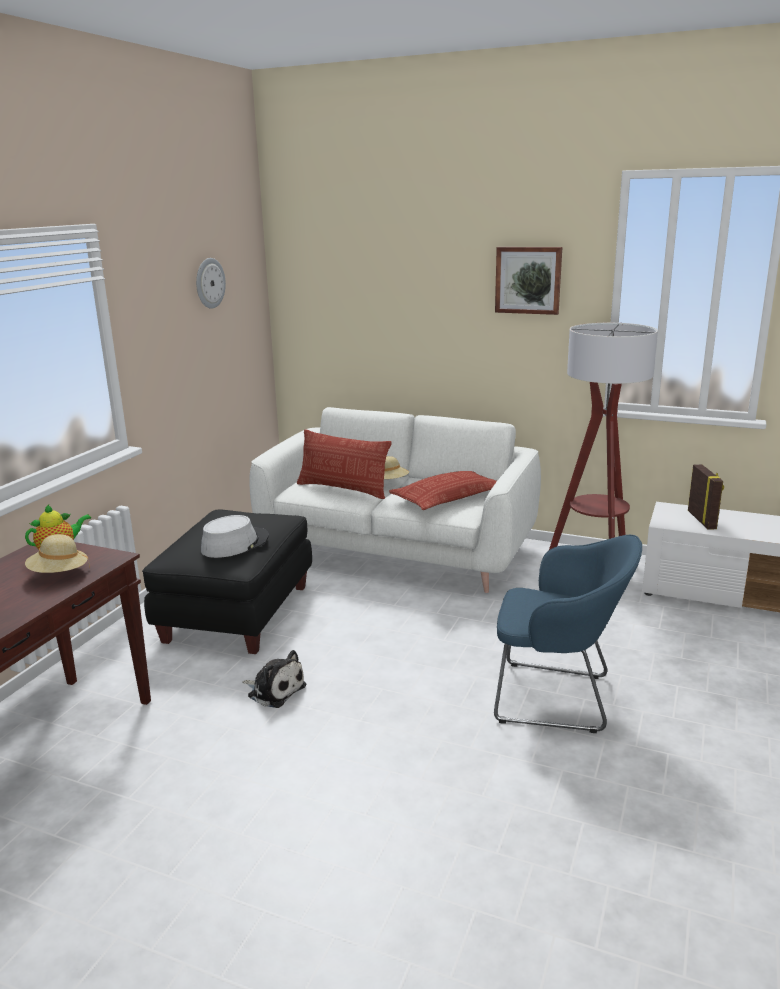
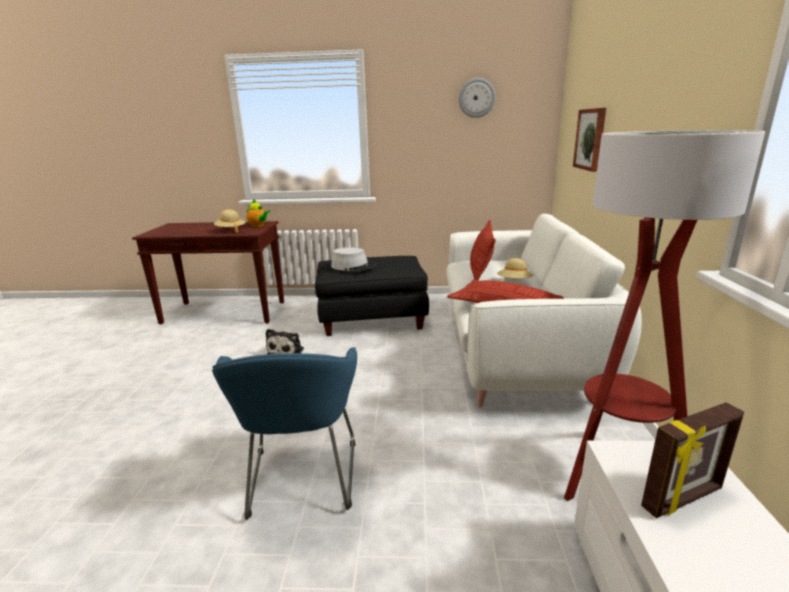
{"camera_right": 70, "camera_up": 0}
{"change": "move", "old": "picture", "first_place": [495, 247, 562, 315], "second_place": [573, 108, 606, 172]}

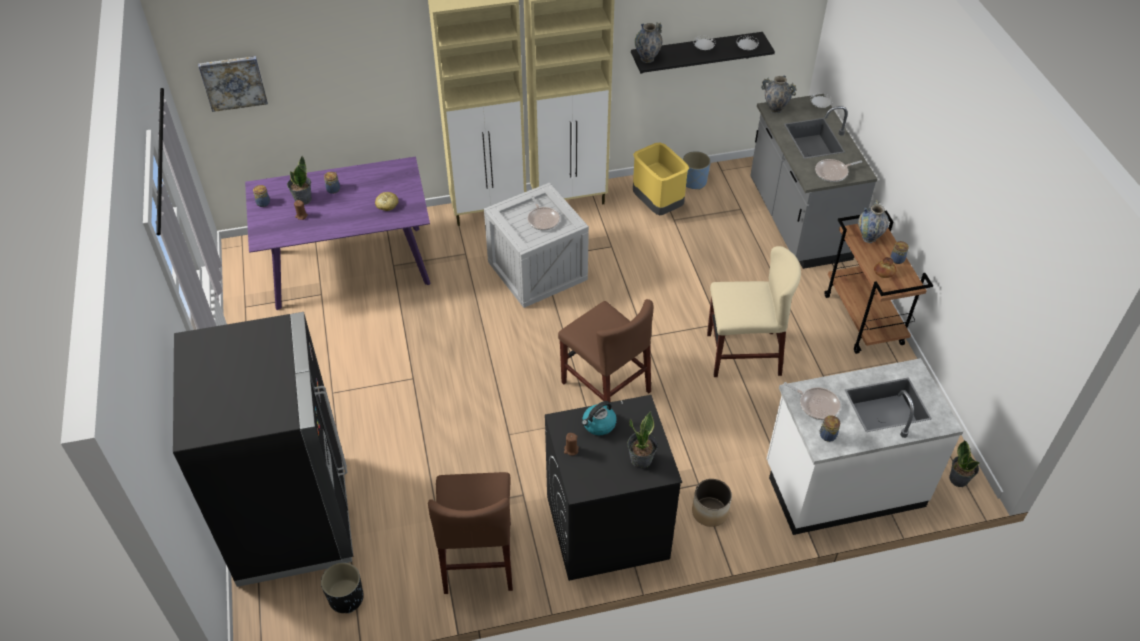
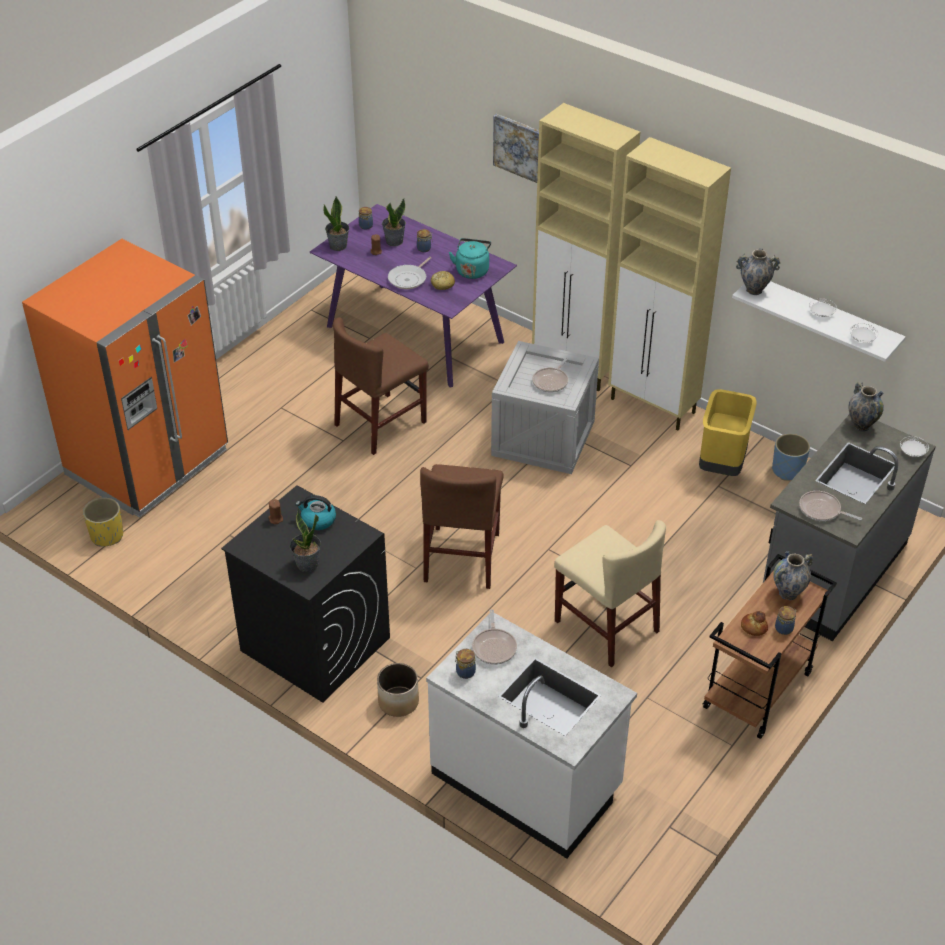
{"camera_right": 50, "camera_up": -5}
{"change": "recolor", "old": "blackish_kitchen_fridge", "new": "orangey_kitchen_fridge", "first_place": [173, 312, 353, 587], "second_place": [22, 239, 228, 518]}
{"change": "move", "old": "picture", "first_place": [198, 56, 268, 112], "second_place": [493, 114, 539, 183]}
{"change": "recolor", "old": "blackish_flower_pot", "new": "yellow-coloured_flower_pot", "first_place": [321, 562, 364, 613], "second_place": [83, 497, 123, 546]}
{"change": "move", "old": "brownish_plain_chair", "first_place": [428, 472, 513, 594], "second_place": [333, 317, 429, 455]}
{"change": "recolor", "old": "blackish_shelf", "new": "white-coloured_shelf", "first_place": [631, 32, 775, 74], "second_place": [732, 281, 906, 362]}
{"change": "move", "old": "potted_plant", "first_place": [949, 440, 979, 487], "second_place": [324, 196, 349, 251]}
{"change": "insert", "new": "pan", "second_place": [388, 257, 431, 289]}
{"change": "insert", "new": "turquoise_kettle", "second_place": [449, 238, 491, 279]}

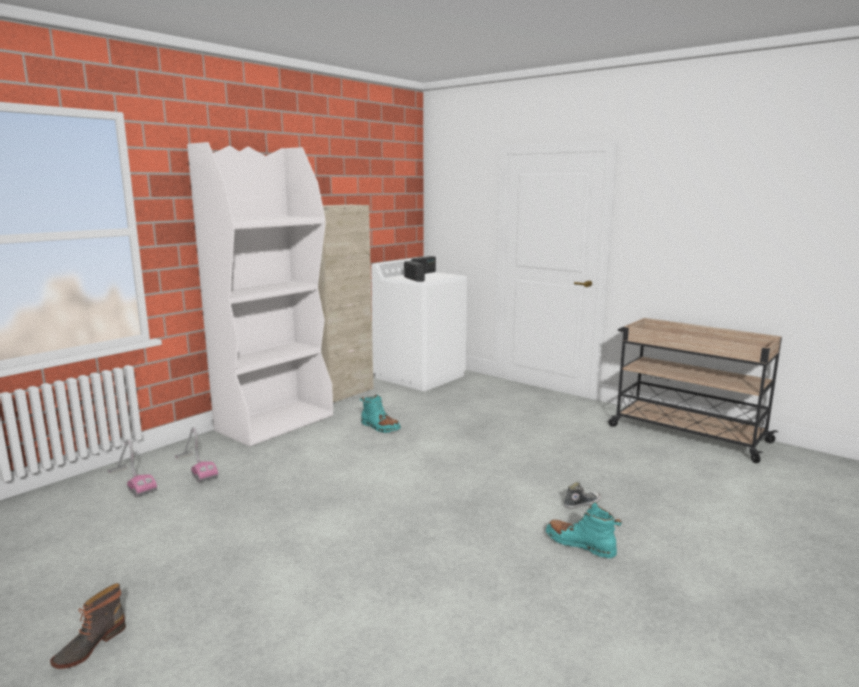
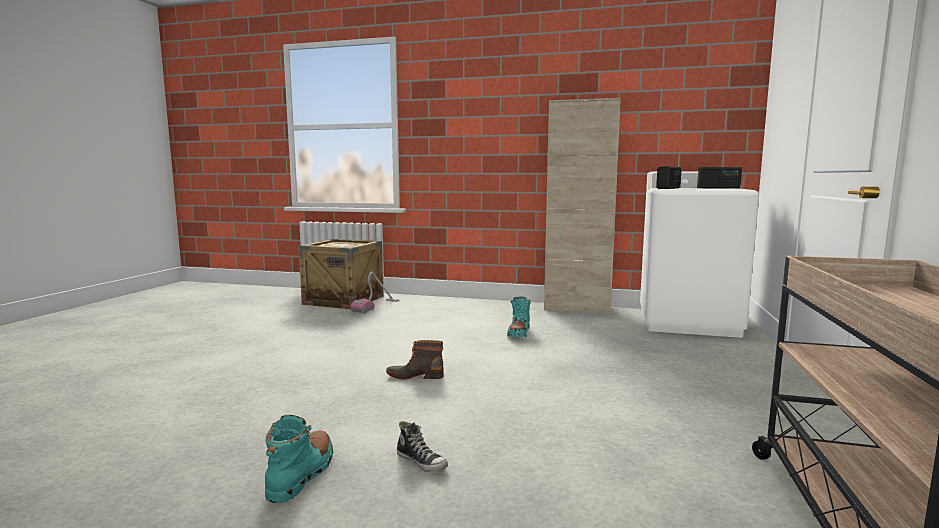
{"camera_right": 65, "camera_up": -5}
{"change": "move", "old": "high-top_boot", "first_place": [50, 583, 126, 669], "second_place": [386, 340, 444, 380]}
{"change": "replace", "old": "hoover", "new": "shipping_crate", "first_place": [107, 439, 157, 497], "second_place": [299, 239, 384, 309]}
{"change": "delete", "old": "white-coloured_bookshelf", "first_place": [187, 142, 333, 447]}

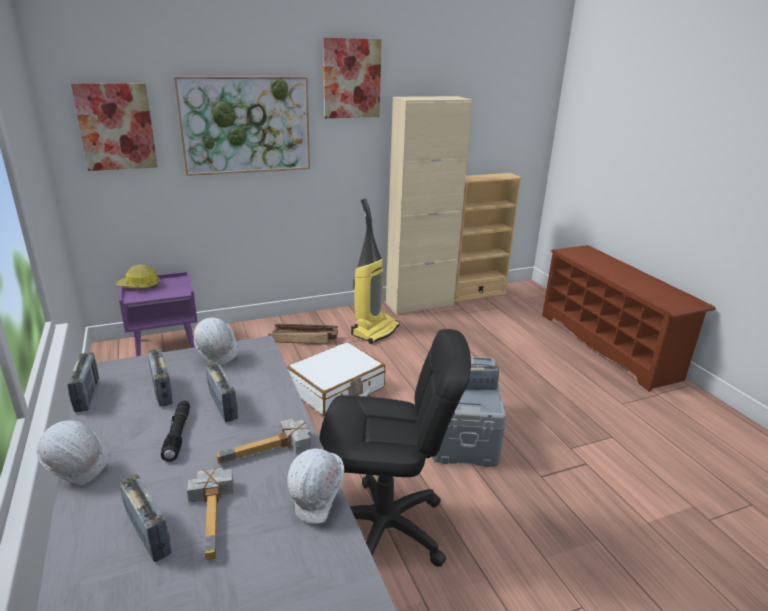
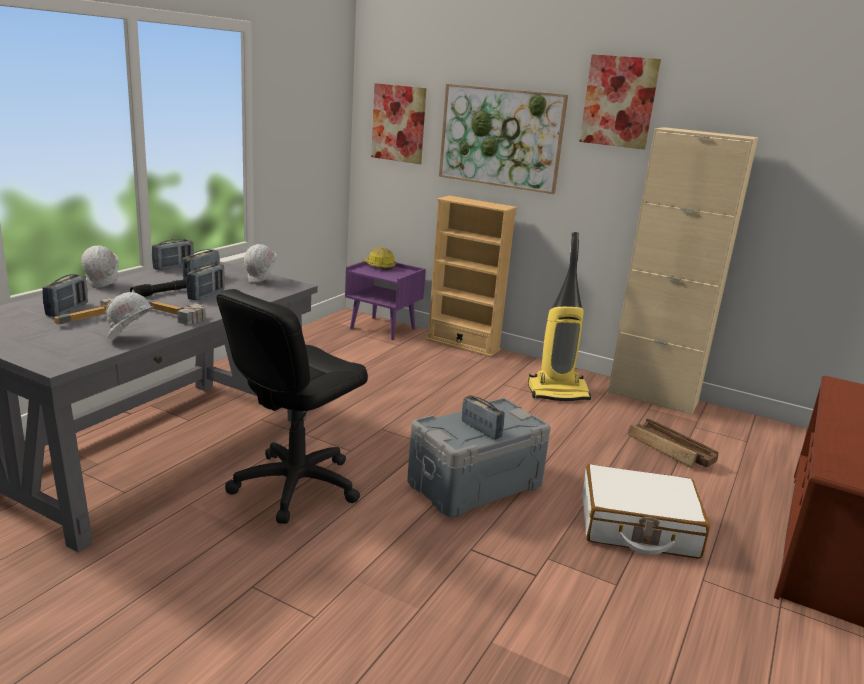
{"camera_right": 50, "camera_up": -5}
{"change": "move", "old": "shipping_crate", "first_place": [268, 324, 338, 345], "second_place": [628, 419, 719, 468]}
{"change": "move", "old": "white-coloured_suitcase", "first_place": [287, 342, 385, 416], "second_place": [582, 464, 710, 559]}
{"change": "rotate", "old": "blackish_computer_chair", "first_place": [319, 329, 471, 567], "second_place": [216, 289, 368, 524], "degrees": 75}
{"change": "move", "old": "sand-coloured_bookshelf", "first_place": [454, 173, 523, 302], "second_place": [426, 196, 517, 357]}

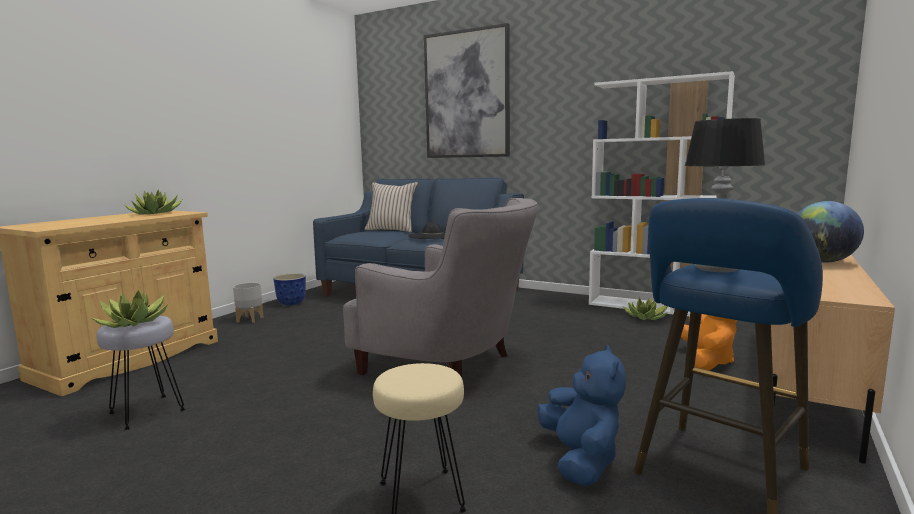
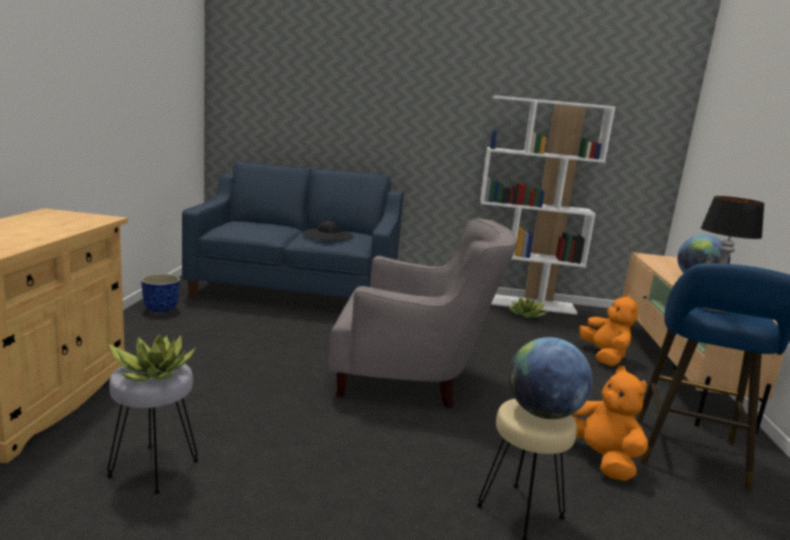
{"camera_right": -25, "camera_up": 5}
{"change": "delete", "old": "potted_plant", "first_place": [125, 189, 183, 215]}
{"change": "delete", "old": "gray_flower_pot", "first_place": [233, 282, 264, 323]}
{"change": "delete", "old": "sand-coloured_cushion", "first_place": [365, 182, 418, 233]}
{"change": "delete", "old": "picture", "first_place": [424, 23, 510, 158]}
{"change": "recolor", "old": "blue_cuddly_toy", "new": "orangey_cuddly_toy", "first_place": [537, 345, 626, 487], "second_place": [572, 366, 648, 481]}
{"change": "insert", "new": "world_globe", "second_place": [509, 337, 592, 419]}

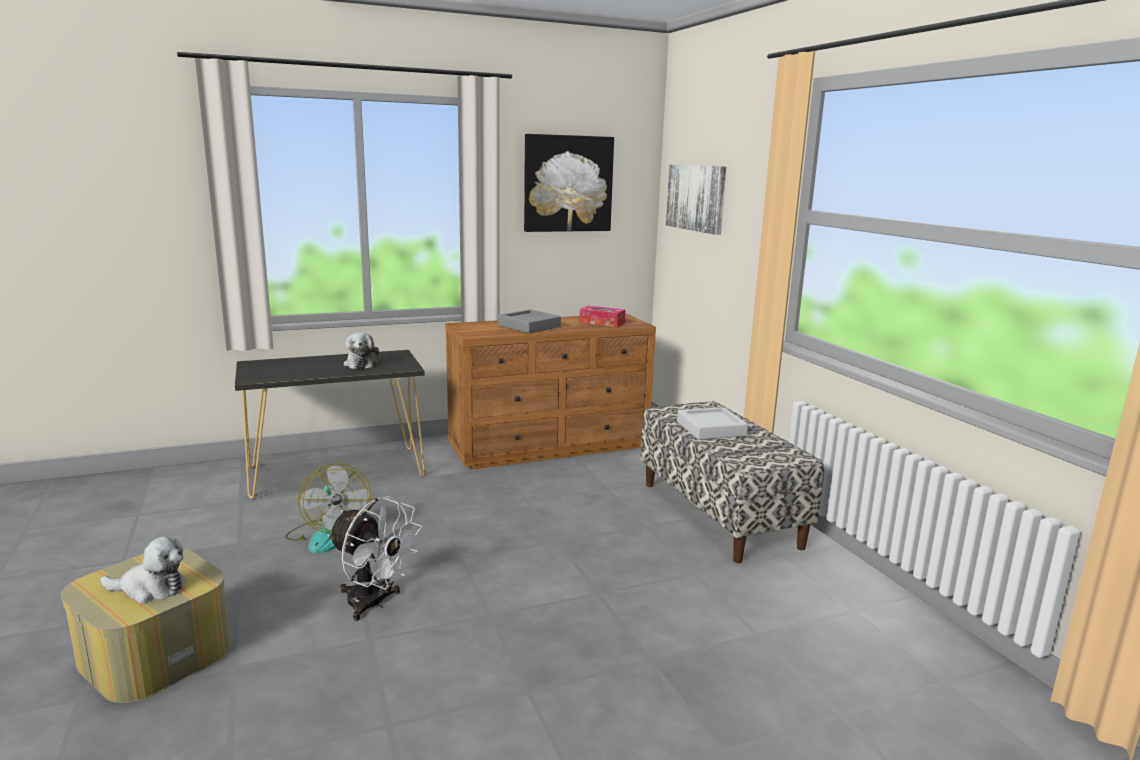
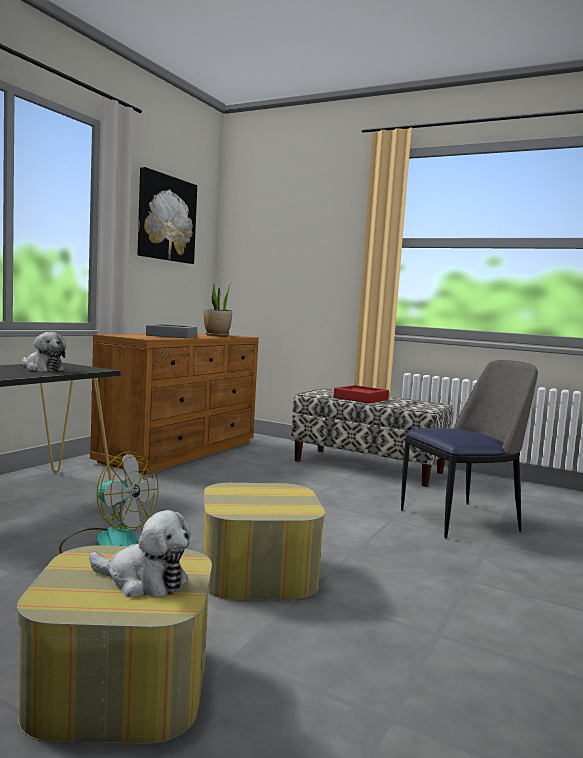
{"camera_right": -40, "camera_up": -10}
{"change": "rotate", "old": "cuddly_toy", "first_place": [100, 536, 187, 604], "second_place": [89, 510, 191, 597], "degrees": 60}
{"change": "replace", "old": "white-coloured_fan", "new": "ottoman", "first_place": [327, 496, 422, 621], "second_place": [203, 483, 325, 600]}
{"change": "replace", "old": "box_of_tissues", "new": "potted_plant", "first_place": [579, 306, 625, 327], "second_place": [204, 283, 232, 336]}
{"change": "delete", "old": "picture", "first_place": [666, 164, 726, 235]}
{"change": "recolor", "old": "gray_tray", "new": "red_tray", "first_place": [677, 407, 748, 440], "second_place": [334, 385, 389, 403]}
{"change": "insert", "new": "plain_chair", "second_place": [401, 360, 538, 539]}

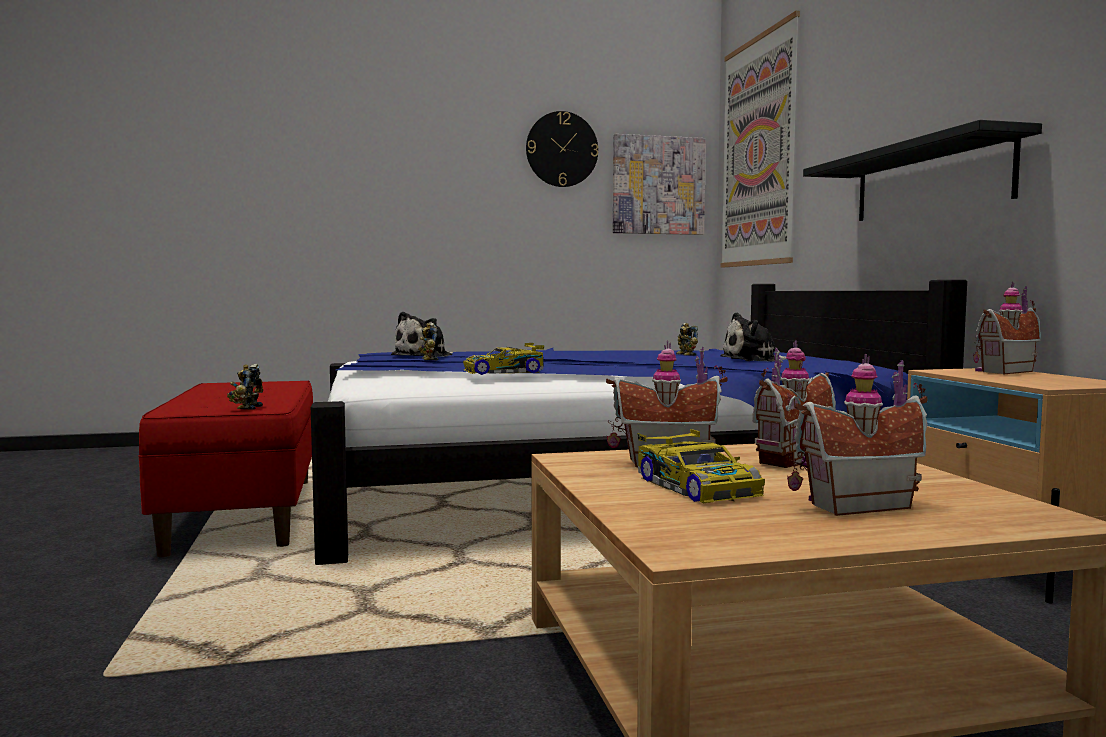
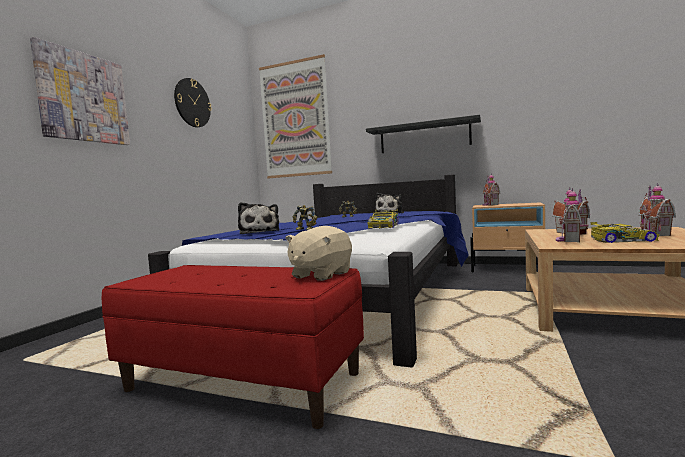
{"camera_right": -55, "camera_up": 0}
{"change": "replace", "old": "toy_robot", "new": "sand-coloured_cuddly_toy", "first_place": [227, 364, 263, 410], "second_place": [285, 226, 352, 281]}
{"change": "move", "old": "picture", "first_place": [613, 134, 706, 235], "second_place": [30, 37, 130, 145]}

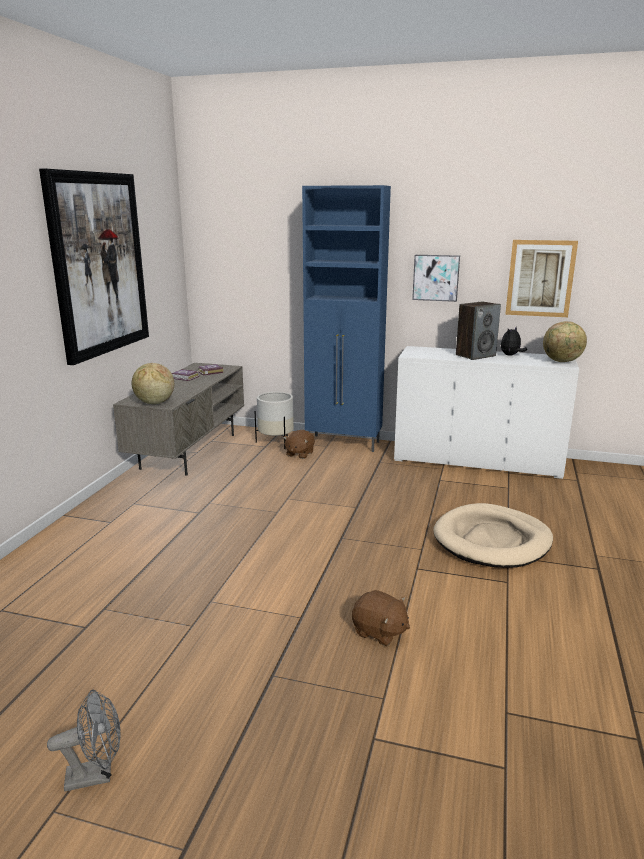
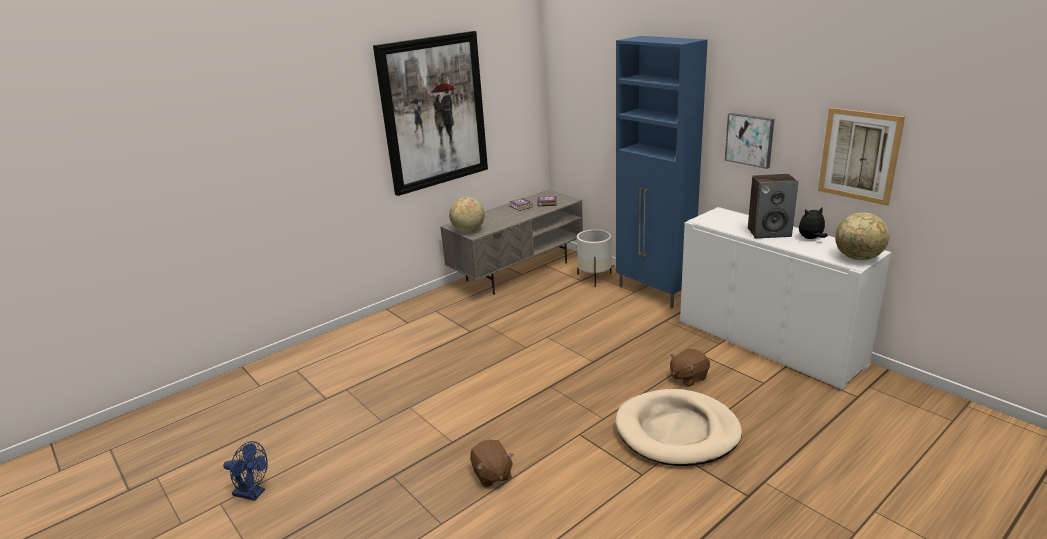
{"camera_right": 35, "camera_up": 5}
{"change": "recolor", "old": "gray_fan", "new": "blue_fan", "first_place": [47, 690, 121, 791], "second_place": [223, 441, 268, 501]}
{"change": "move", "old": "brownish_cuddly_toy", "first_place": [283, 430, 315, 459], "second_place": [670, 349, 710, 387]}

